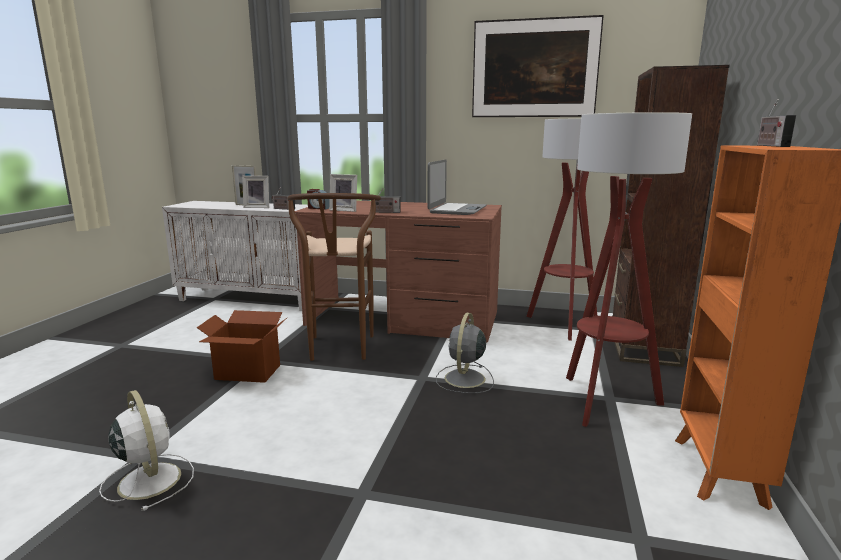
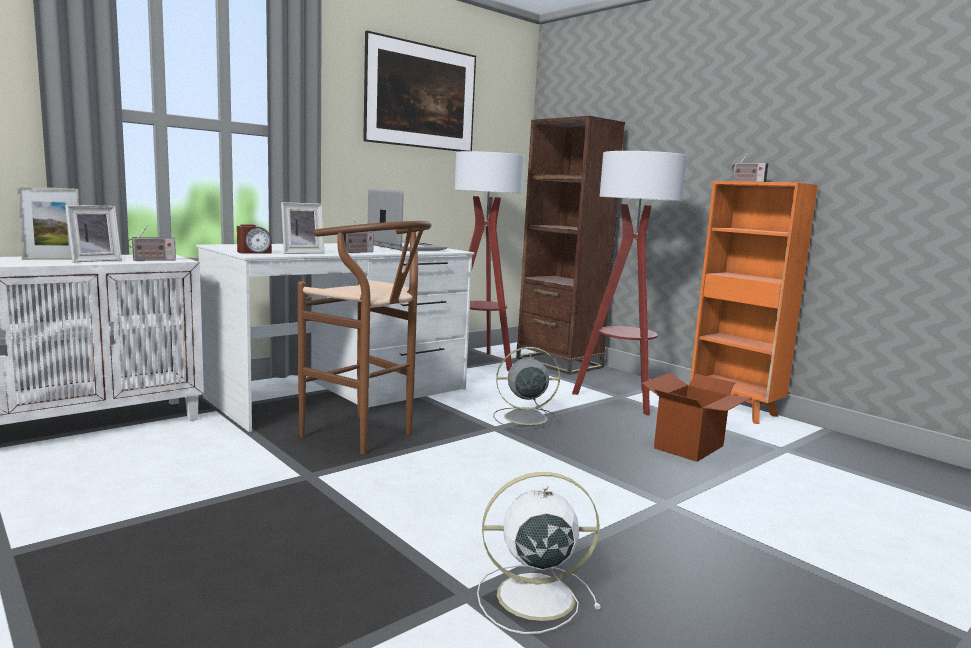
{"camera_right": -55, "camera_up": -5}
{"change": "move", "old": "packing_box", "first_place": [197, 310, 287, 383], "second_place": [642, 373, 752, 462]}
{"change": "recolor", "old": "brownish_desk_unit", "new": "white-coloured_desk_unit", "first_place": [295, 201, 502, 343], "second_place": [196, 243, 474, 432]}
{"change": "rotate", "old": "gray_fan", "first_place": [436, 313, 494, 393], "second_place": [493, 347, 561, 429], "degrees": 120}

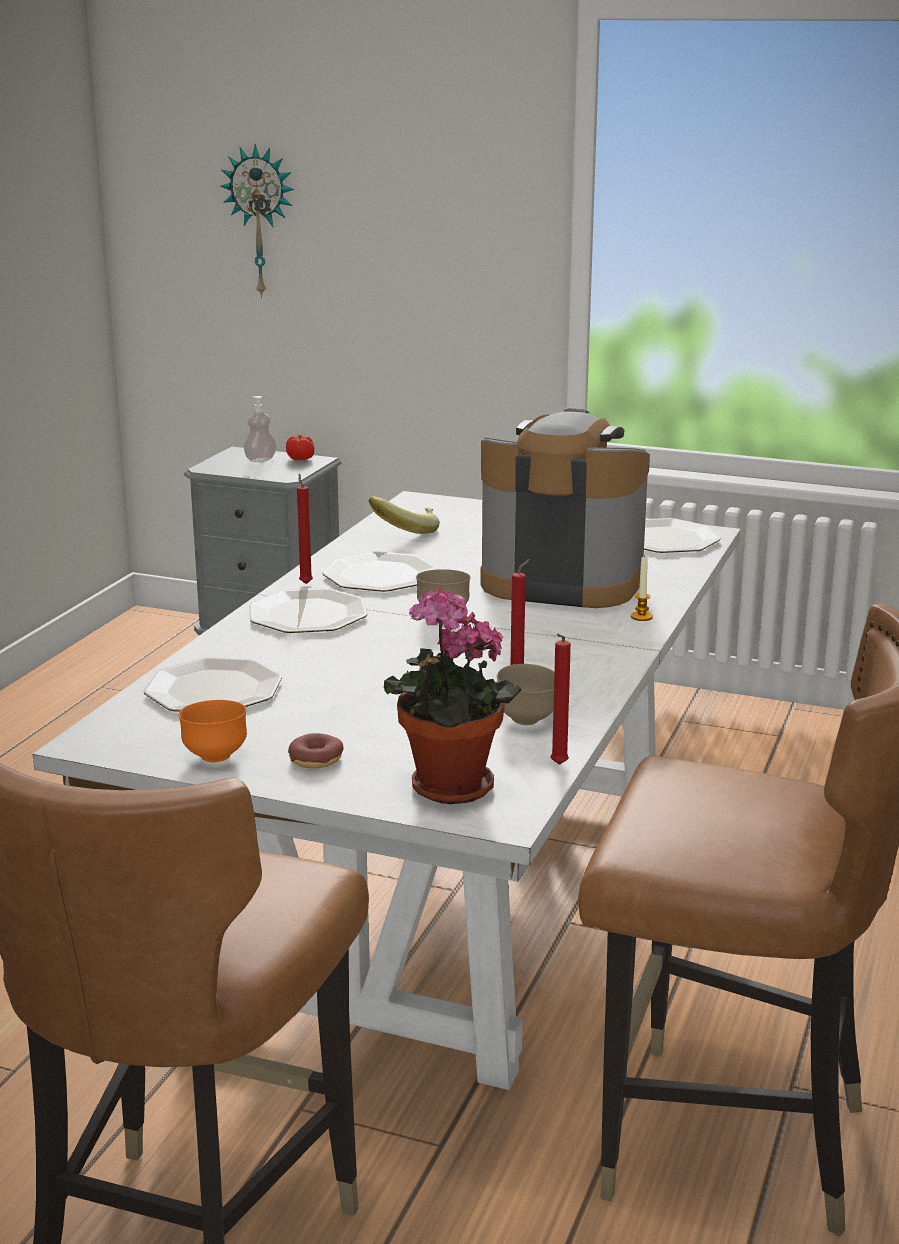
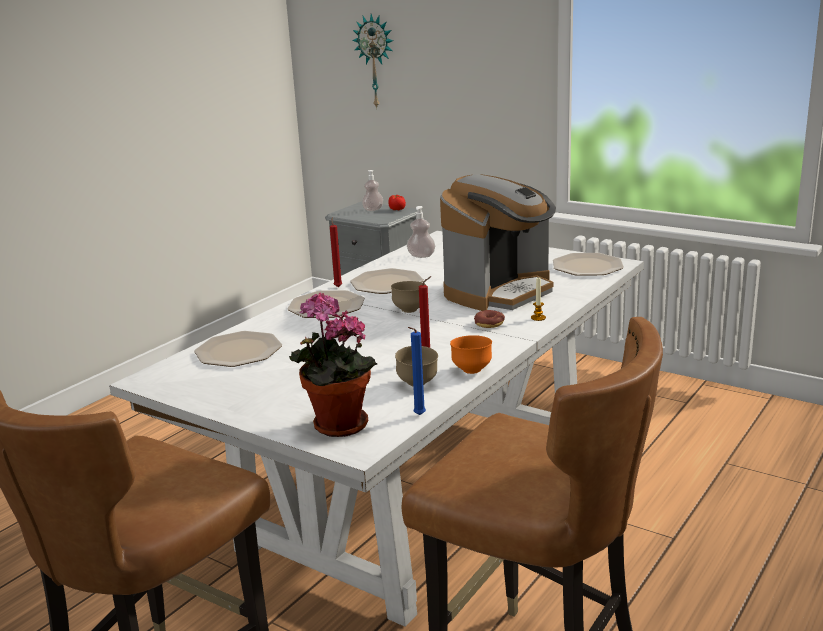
{"camera_right": 15, "camera_up": 0}
{"change": "move", "old": "orangey_serving_bowl", "first_place": [178, 700, 247, 762], "second_place": [450, 335, 492, 374]}
{"change": "move", "old": "doughnut", "first_place": [288, 733, 344, 769], "second_place": [474, 310, 505, 328]}
{"change": "replace", "old": "banana", "new": "soap_dispenser", "first_place": [369, 496, 440, 534], "second_place": [407, 206, 435, 258]}
{"change": "rotate", "old": "coffee_maker", "first_place": [481, 408, 650, 608], "second_place": [440, 174, 556, 311], "degrees": 105}
{"change": "recolor", "old": "red_candle", "new": "blue_candle", "first_place": [551, 634, 571, 765], "second_place": [408, 327, 426, 415]}

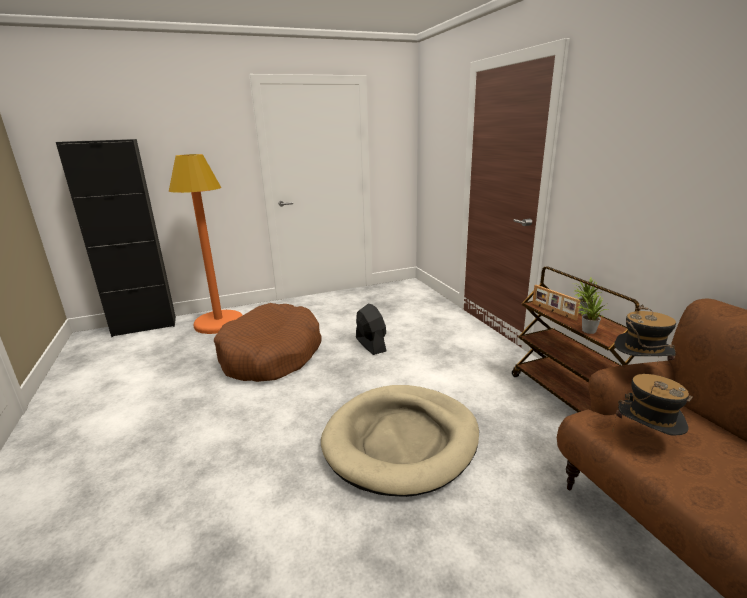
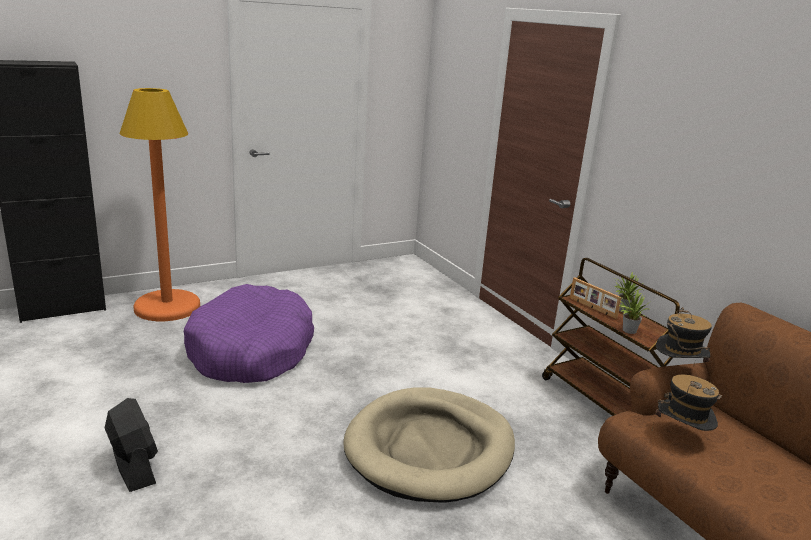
{"camera_right": -10, "camera_up": 0}
{"change": "recolor", "old": "brownish_dog_bed", "new": "purple-coloured_dog_bed", "first_place": [214, 303, 322, 382], "second_place": [184, 284, 314, 383]}
{"change": "move", "old": "blackish_fan", "first_place": [356, 304, 387, 355], "second_place": [105, 398, 158, 492]}

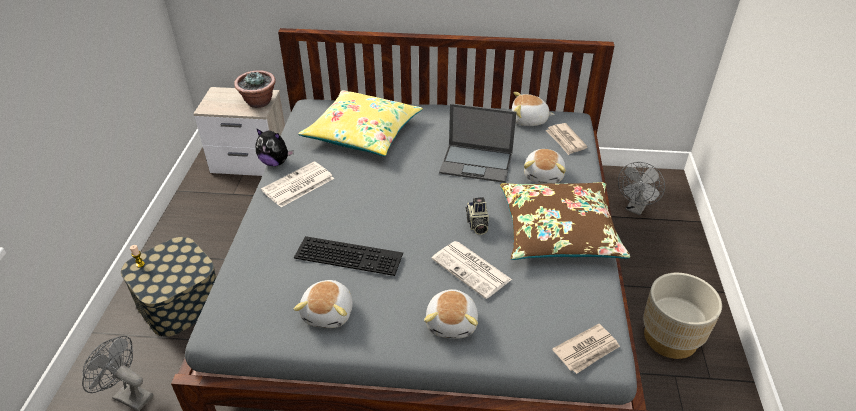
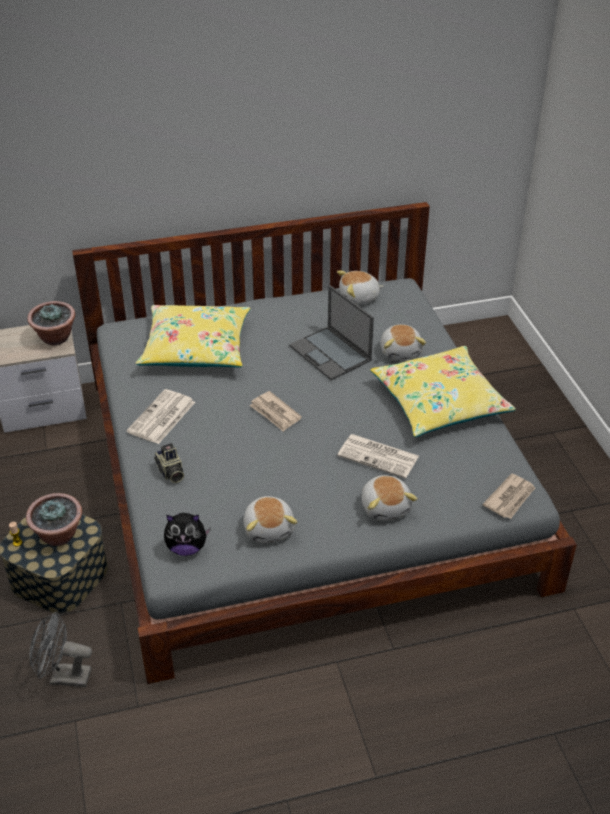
{"camera_right": -20, "camera_up": 0}
{"change": "move", "old": "cuddly_toy", "first_place": [256, 128, 294, 166], "second_place": [164, 513, 211, 556]}
{"change": "delete", "old": "keyboard", "first_place": [294, 236, 403, 276]}
{"change": "rotate", "old": "notebook_computer", "first_place": [439, 103, 516, 183], "second_place": [289, 285, 374, 380], "degrees": 60}
{"change": "move", "old": "photo_camera", "first_place": [466, 197, 489, 235], "second_place": [154, 443, 184, 483]}
{"change": "recolor", "old": "brownish_cushion", "new": "yellow-coloured_cushion", "first_place": [500, 182, 630, 260], "second_place": [370, 346, 516, 437]}
{"change": "move", "old": "daily_paper", "first_place": [546, 123, 588, 155], "second_place": [249, 391, 302, 432]}
{"change": "delete", "old": "gray_fan", "first_place": [618, 162, 665, 215]}
{"change": "delete", "old": "sand-coloured_flower_pot", "first_place": [643, 273, 722, 359]}
{"change": "insert", "new": "potted_plant", "second_place": [26, 493, 82, 546]}

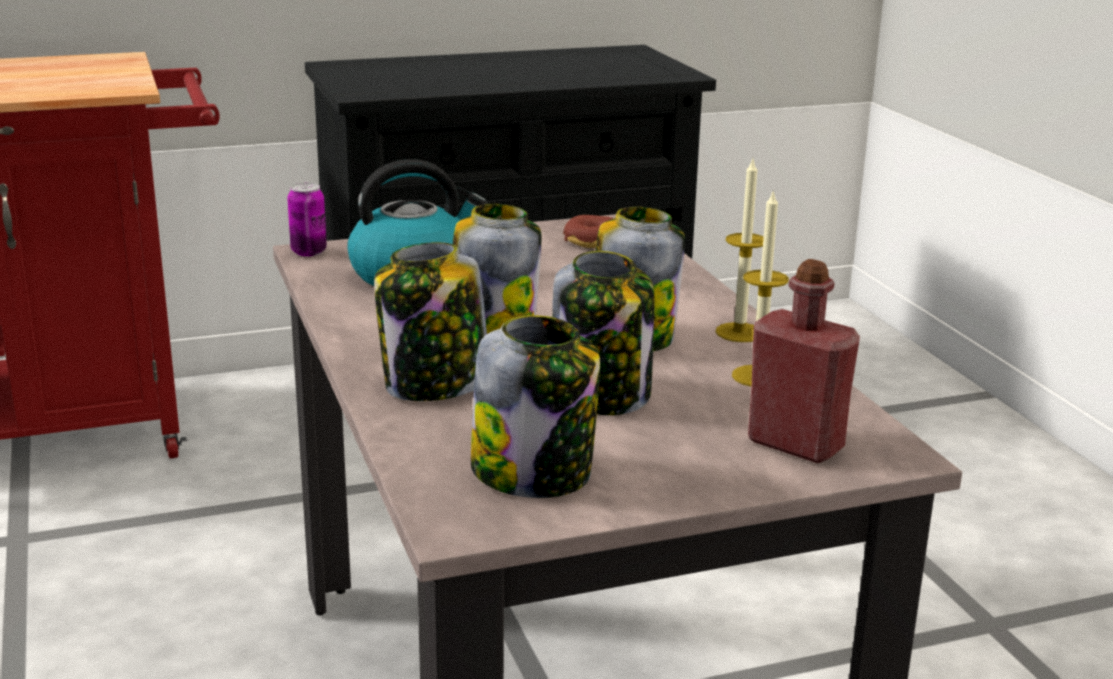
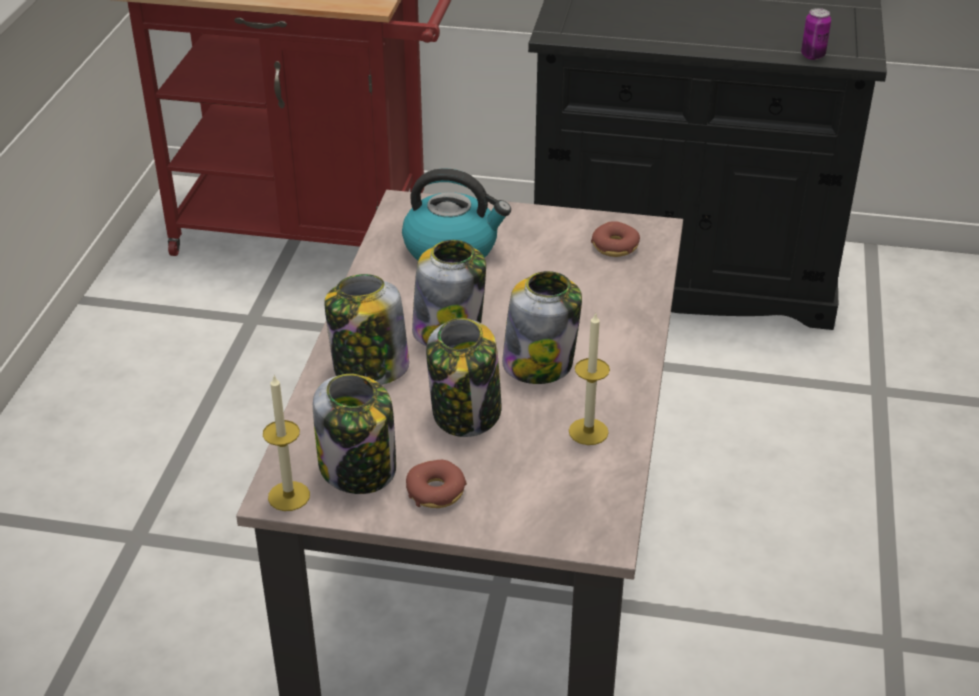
{"camera_right": 30, "camera_up": 15}
{"change": "move", "old": "metal_can", "first_place": [287, 183, 327, 257], "second_place": [801, 8, 831, 60]}
{"change": "move", "old": "candle", "first_place": [716, 160, 764, 342], "second_place": [263, 376, 310, 511]}
{"change": "delete", "old": "red_drink_bottle", "first_place": [748, 259, 860, 463]}
{"change": "insert", "new": "doughnut", "second_place": [406, 460, 467, 508]}

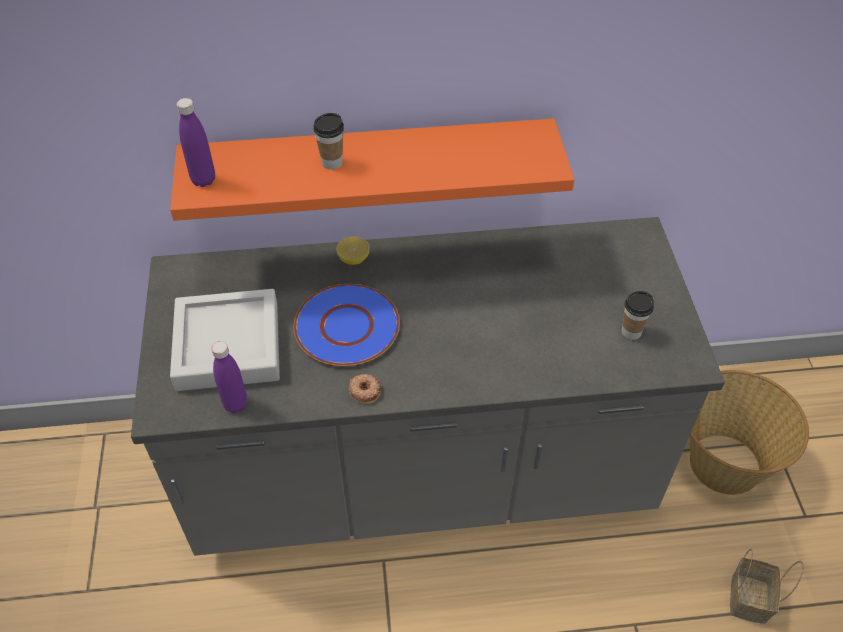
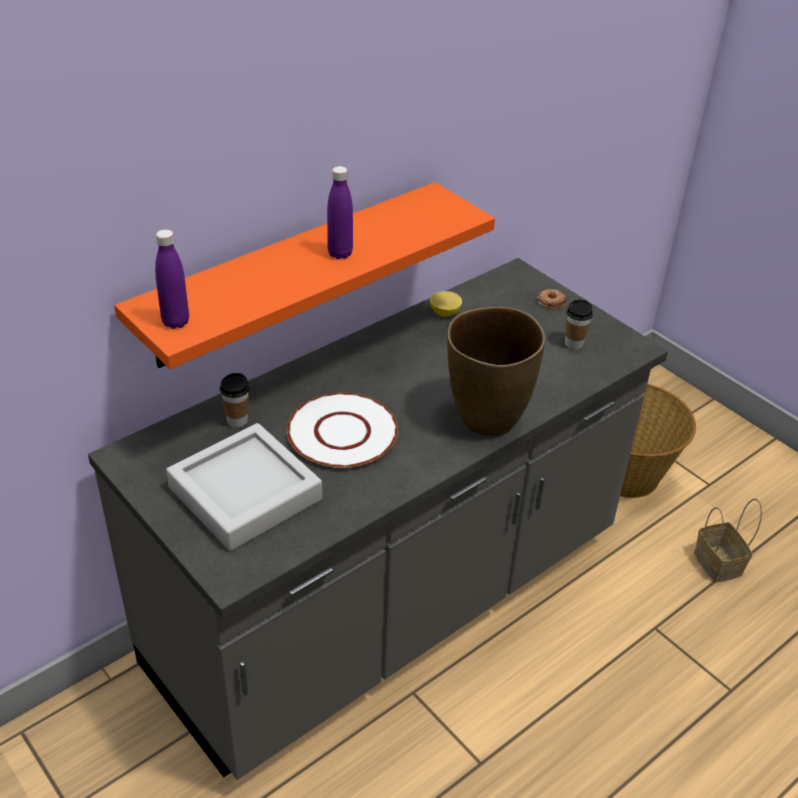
{"camera_right": -35, "camera_up": -10}
{"change": "move", "old": "purple-coloured_drink_bottle", "first_place": [211, 341, 247, 413], "second_place": [327, 166, 353, 259]}
{"change": "recolor", "old": "blue_dinner_plate", "new": "white-coloured_dinner_plate", "first_place": [293, 284, 400, 366], "second_place": [287, 393, 398, 468]}
{"change": "move", "old": "small_cup", "first_place": [313, 113, 344, 170], "second_place": [220, 373, 249, 428]}
{"change": "move", "old": "lemon", "first_place": [336, 236, 370, 265], "second_place": [430, 291, 462, 317]}
{"change": "move", "old": "doughnut", "first_place": [349, 374, 381, 404], "second_place": [537, 289, 566, 309]}
{"change": "insert", "new": "brownish_flower_vase", "second_place": [447, 307, 545, 436]}

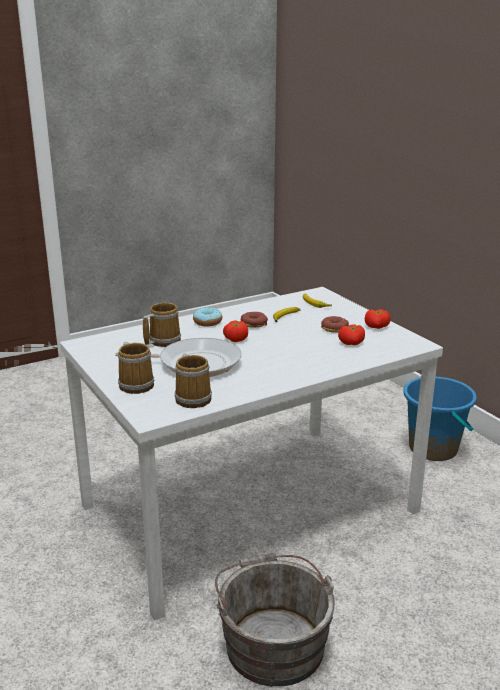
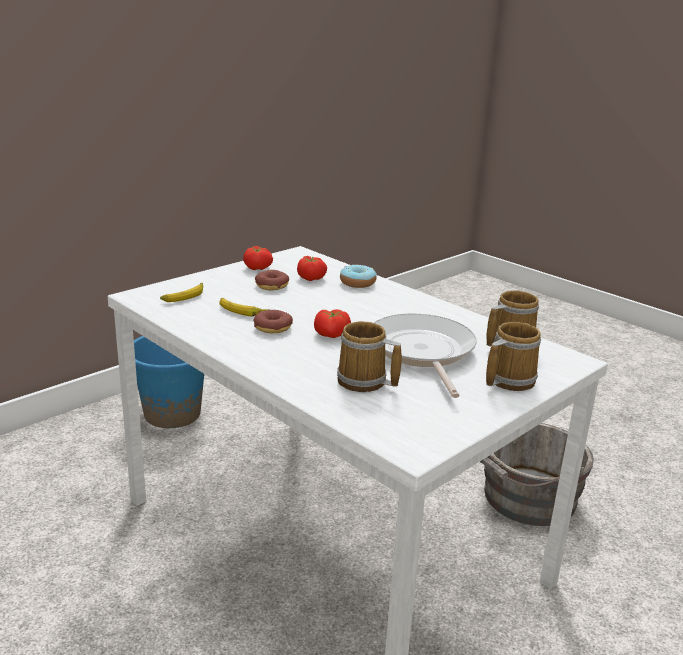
{"camera_right": -105, "camera_up": 0}
{"change": "move", "old": "doughnut", "first_place": [193, 307, 222, 326], "second_place": [340, 265, 377, 288]}

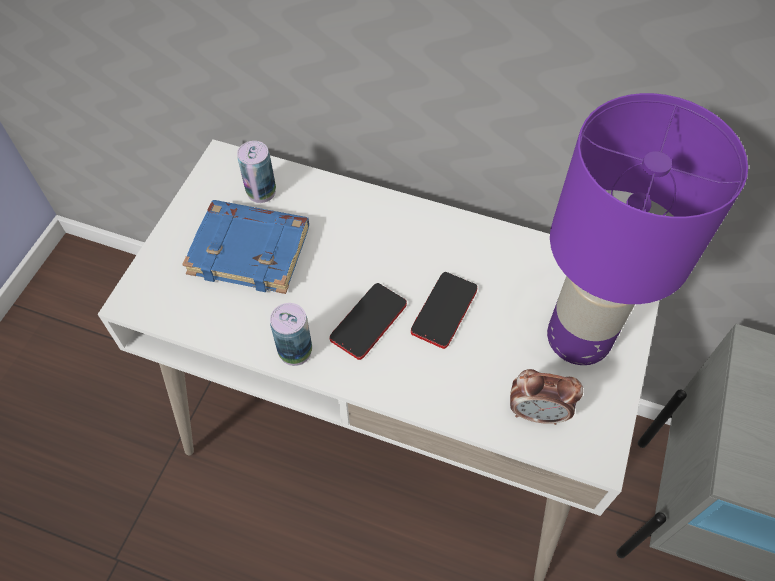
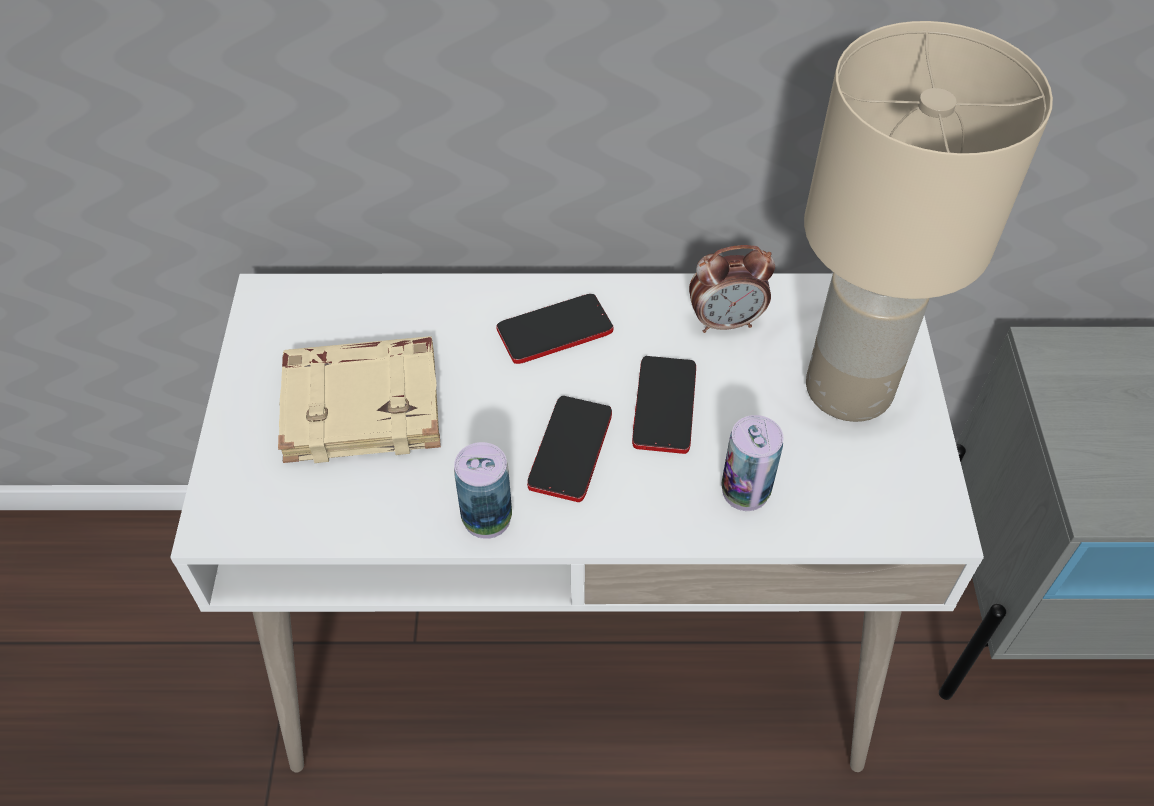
{"camera_right": -20, "camera_up": -5}
{"change": "recolor", "old": "blue_bound_book", "new": "sand-coloured_bound_book", "first_place": [182, 200, 309, 294], "second_place": [278, 336, 441, 463]}
{"change": "move", "old": "metal_can", "first_place": [237, 141, 276, 203], "second_place": [721, 415, 783, 511]}
{"change": "move", "old": "bedside_clock", "first_place": [510, 369, 583, 425], "second_place": [689, 245, 775, 333]}
{"change": "recolor", "old": "purple-coloured_lamp_for_a_table", "new": "sand-coloured_lamp_for_a_table", "first_place": [547, 93, 748, 365], "second_place": [804, 21, 1053, 422]}
{"change": "insert", "new": "phone", "second_place": [496, 294, 614, 364]}

